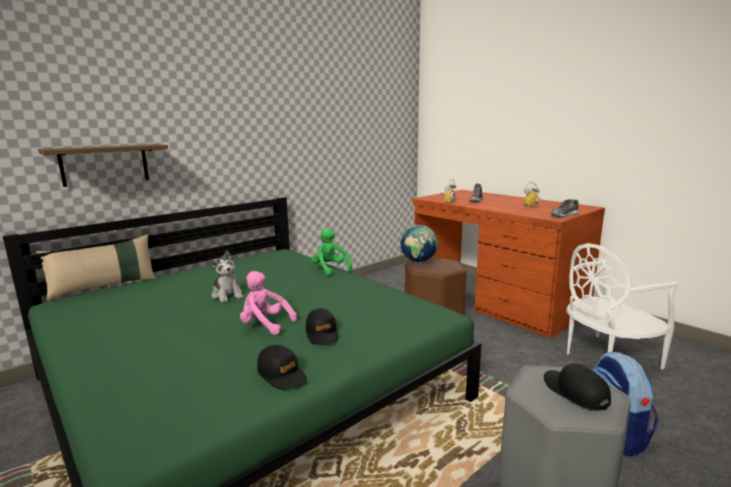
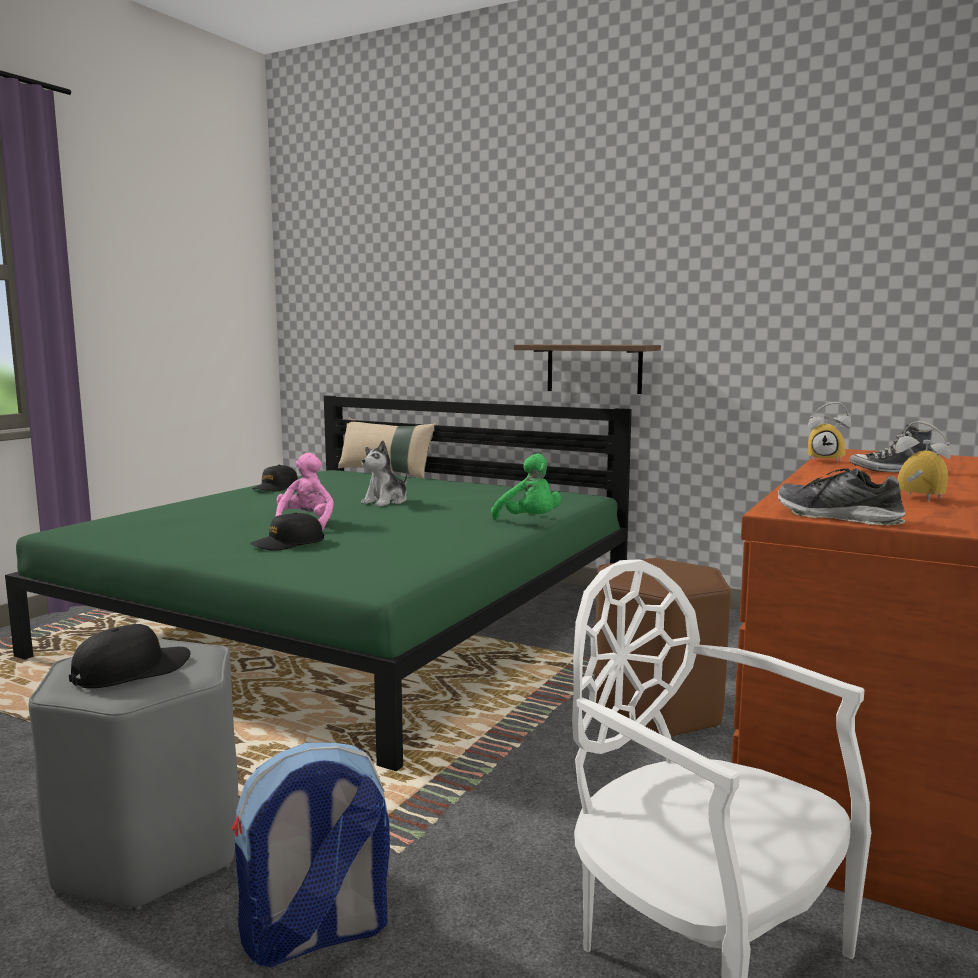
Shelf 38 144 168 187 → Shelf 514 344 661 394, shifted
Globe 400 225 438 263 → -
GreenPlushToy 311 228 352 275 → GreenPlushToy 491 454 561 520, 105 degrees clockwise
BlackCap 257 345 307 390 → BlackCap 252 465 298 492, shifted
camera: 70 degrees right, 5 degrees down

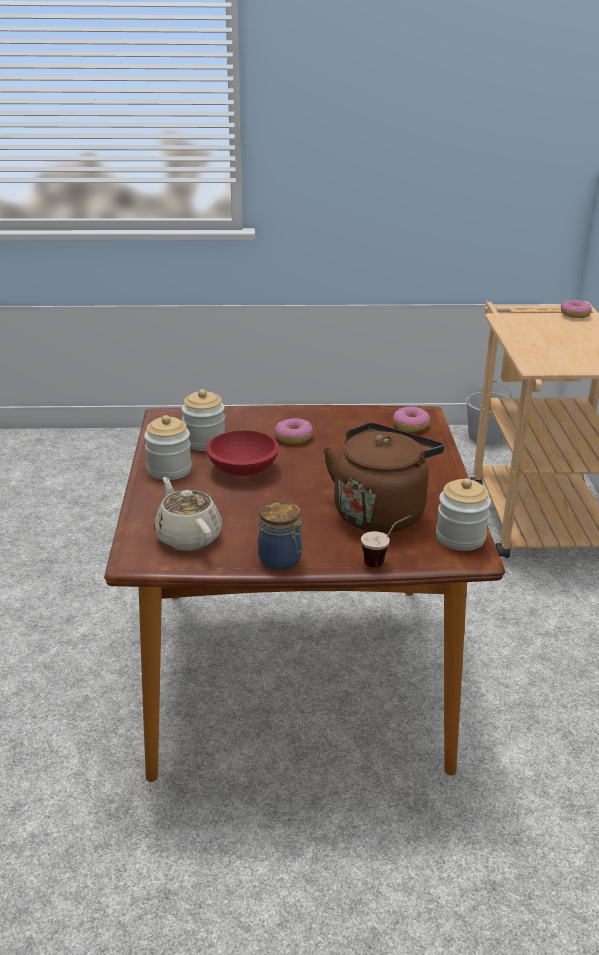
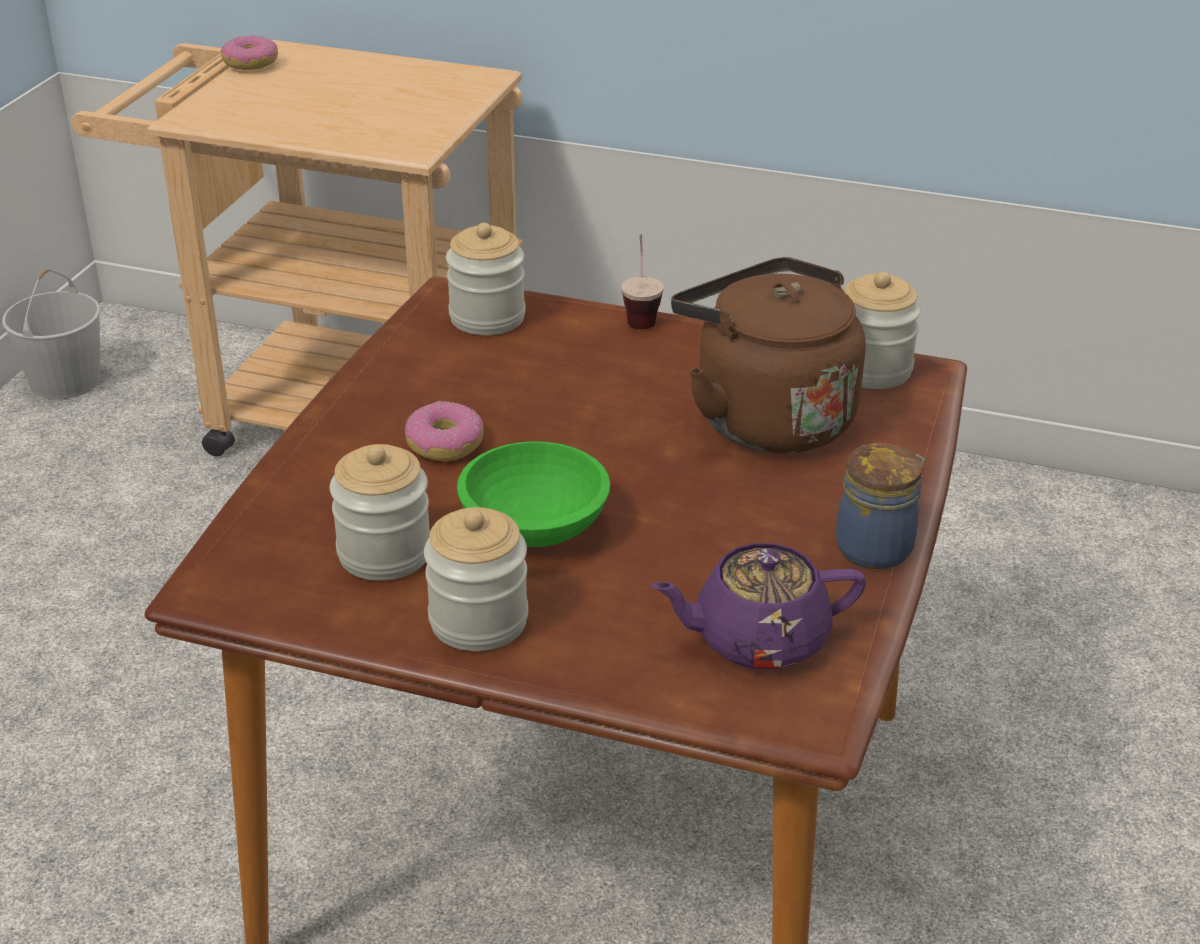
Donut 393 406 430 432 → Jar 446 223 525 335
RedBowl 206 430 279 476 → GreenBowl 457 441 610 547
BeigeTeapot 154 477 222 551 → PurpleTeapot 651 543 866 670
Cup 361 515 411 568 → Cup 621 234 664 329, shifted
camera: 70 degrees left, 5 degrees up

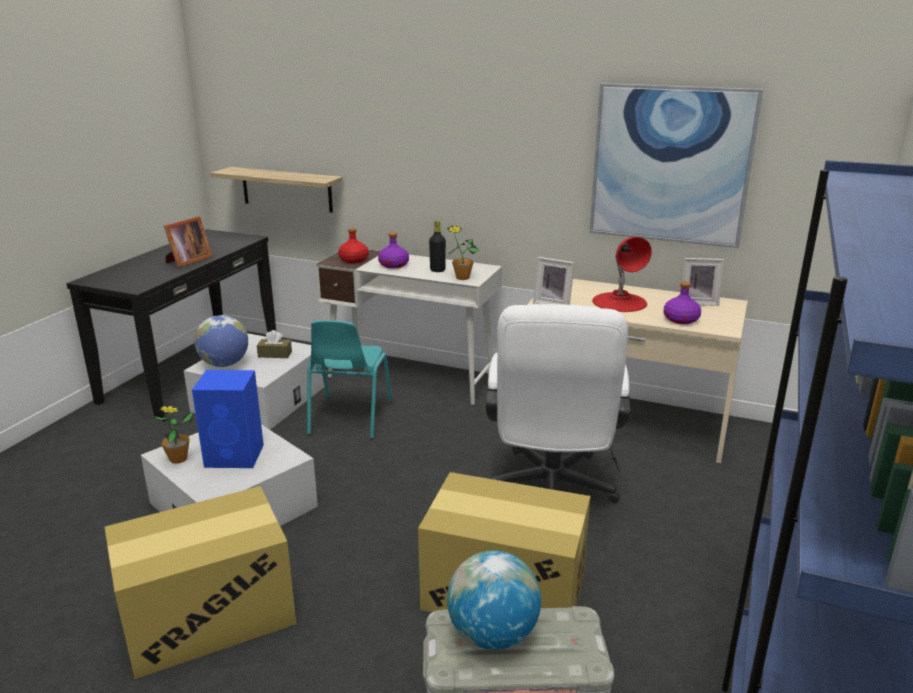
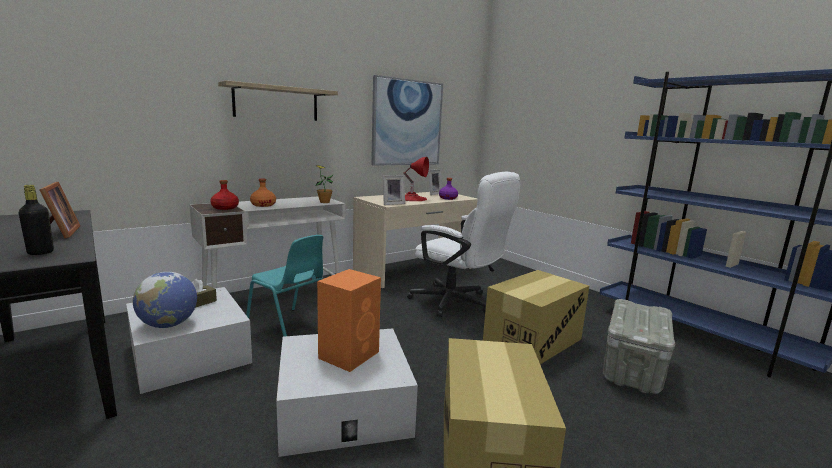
Shelf 211 167 343 213 → Shelf 218 80 338 121, shifted
BlackBottle 429 221 446 272 → BlackBottle 19 185 54 255, shifted
PurpleBottle 378 232 409 269 → OrangeBottle 250 179 276 207
BlueSpeaker 192 370 264 468 → OrangeSpeaker 317 269 381 372
PottedPlant 154 405 193 464 → -
Globe 447 550 541 650 → -
camera: 60 degrees left, 10 degrees down

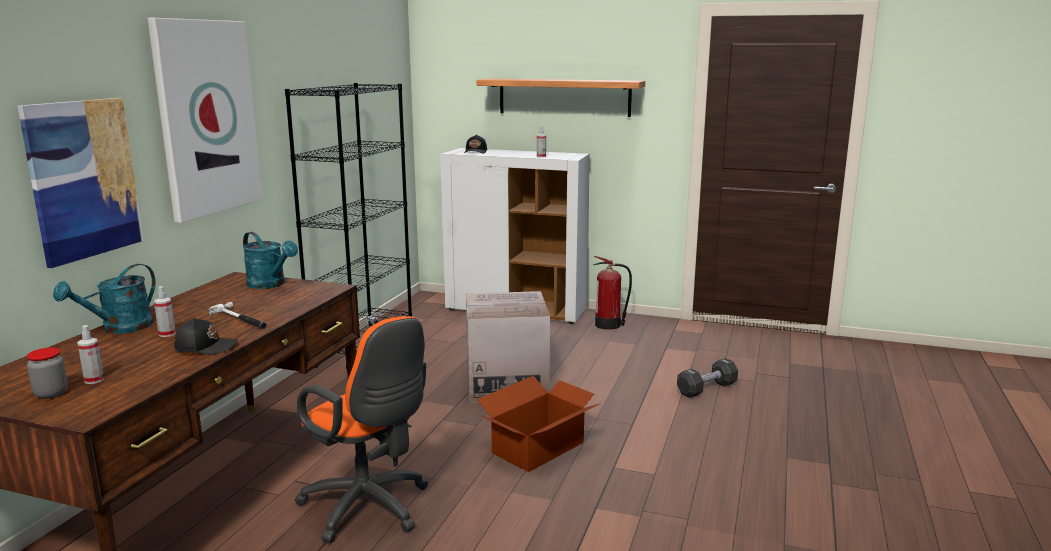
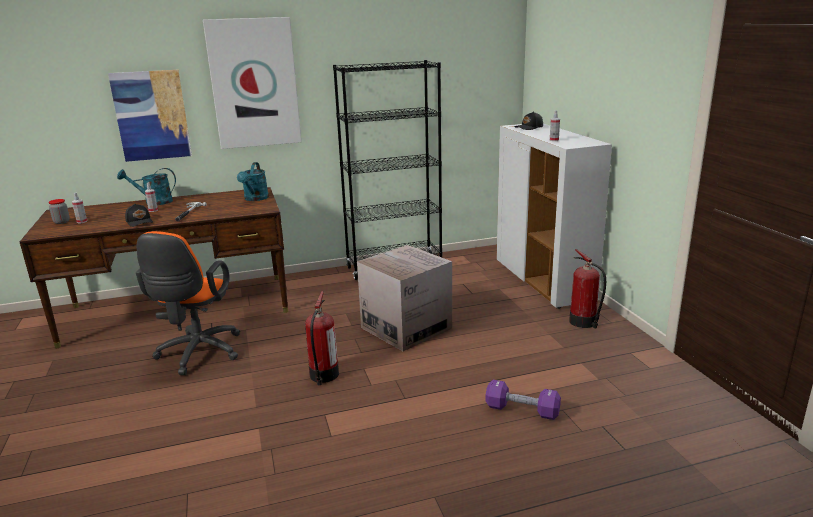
Shelf 477 78 645 117 → -
BlackDumbbell 677 358 738 398 → PurpleDumbbell 485 380 561 420
CardboardBox 477 376 601 472 → FireExtinguisher 305 291 339 385
camera: 55 degrees right, 5 degrees up

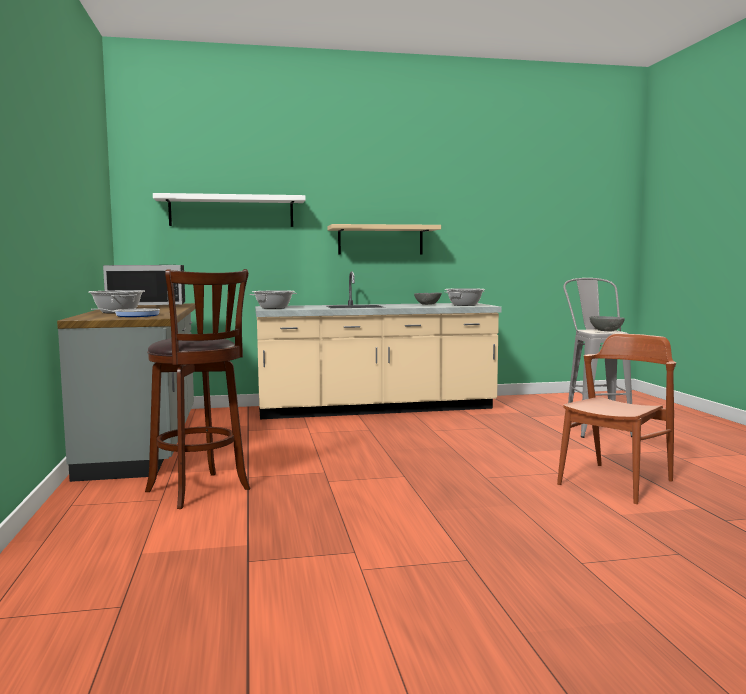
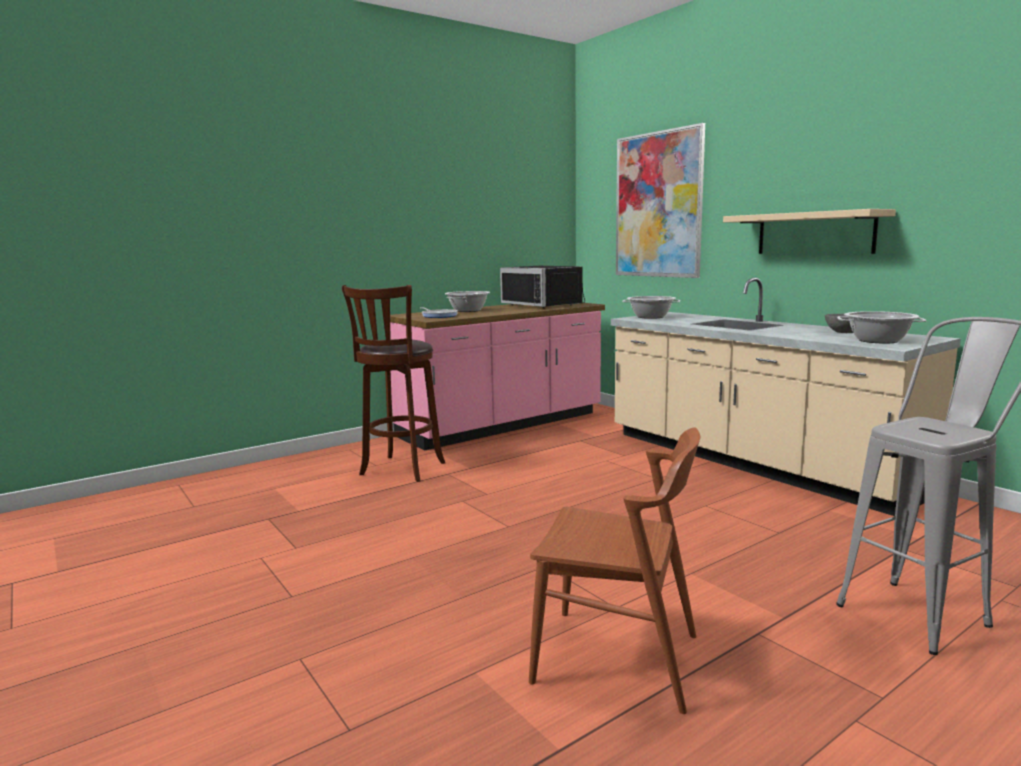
WhiteShelf 153 193 306 227 → Picture 616 123 705 278
GreyCounter 57 303 195 482 → PinkCounter 390 303 605 451
GreyBowl 590 316 625 332 → -
camera: 65 degrees right, 5 degrees up

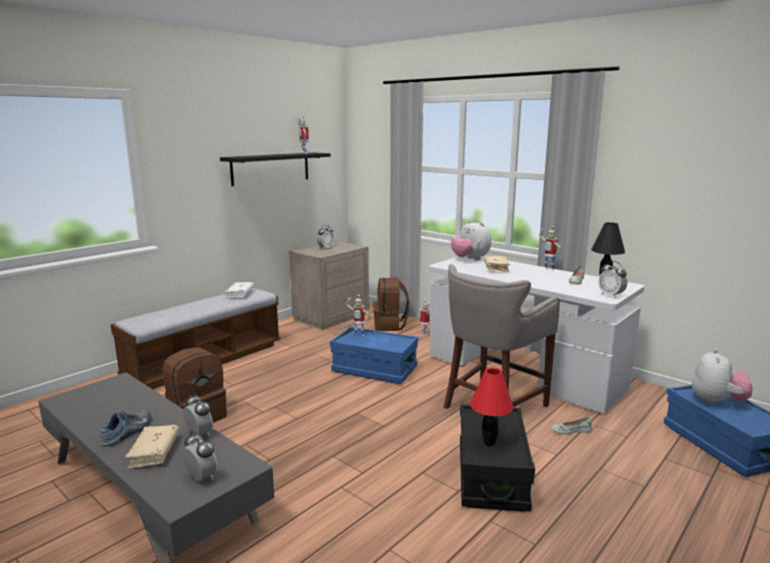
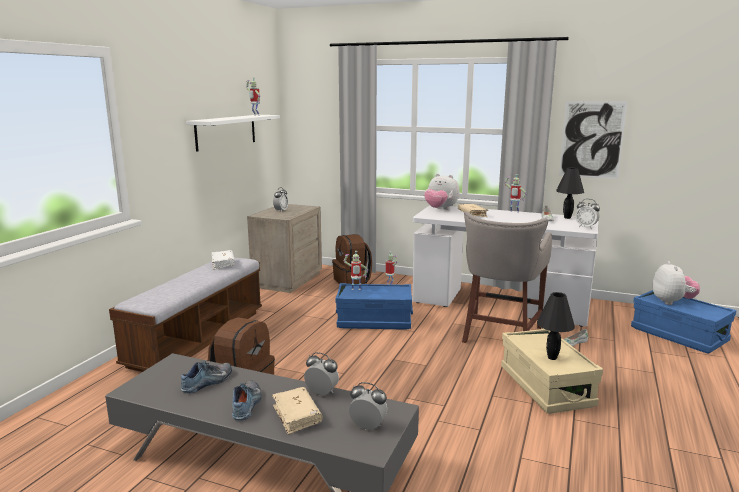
BlackShelf 220 153 331 186 → WhiteShelf 186 115 280 152
RedTableLamp 470 368 513 446 → BlackTableLamp 537 292 575 360
BlackStorageBox 460 405 535 512 → BeigeStorageBox 501 329 603 414
- → Picture 559 101 627 179
- → Shoe 181 361 232 393
camera: 20 degrees left, 0 degrees up

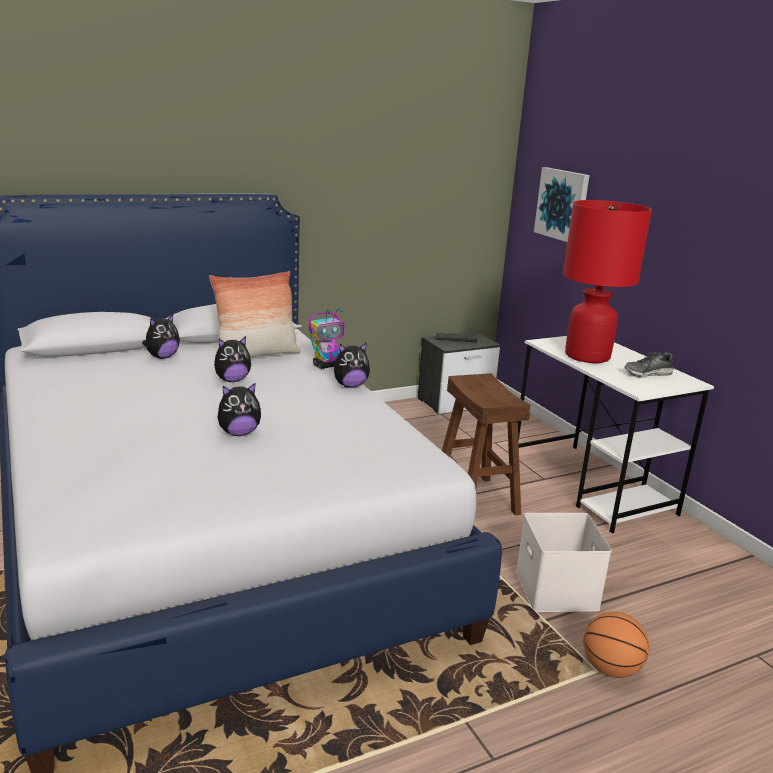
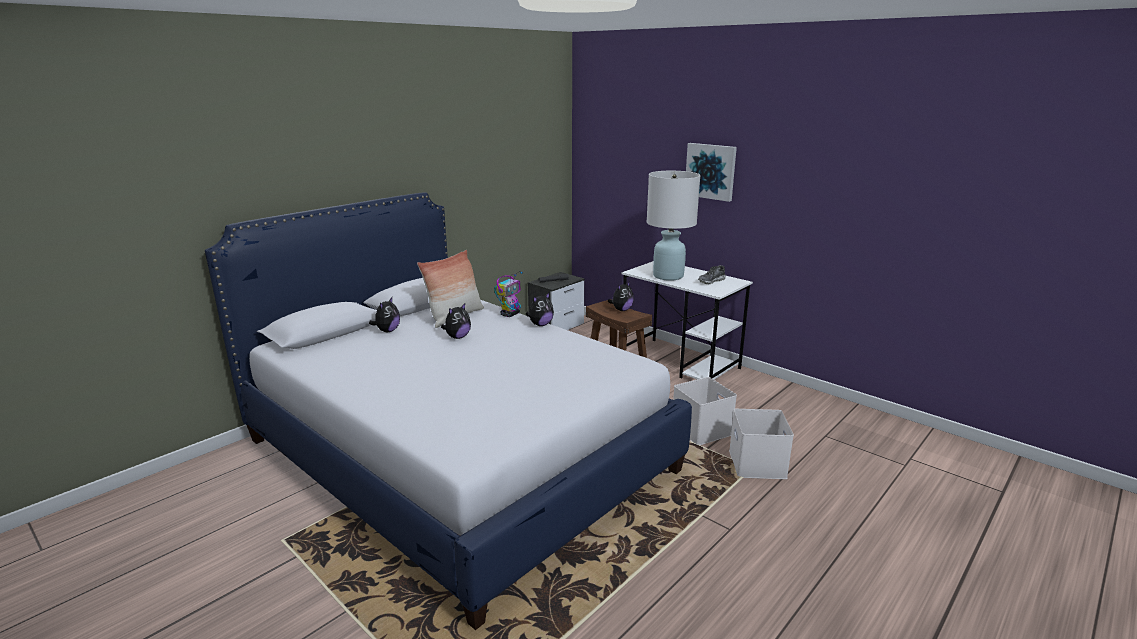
Picture 534 167 590 242 → Picture 686 143 737 202, shifted
RedTableLamp 563 200 652 363 → WhiteTableLamp 647 171 700 281
PlushToy 218 383 261 436 → PlushToy 608 281 634 311, shifted
Basketball 583 612 650 678 → WhiteStorageBox 729 409 794 479
camera: 20 degrees left, 0 degrees up

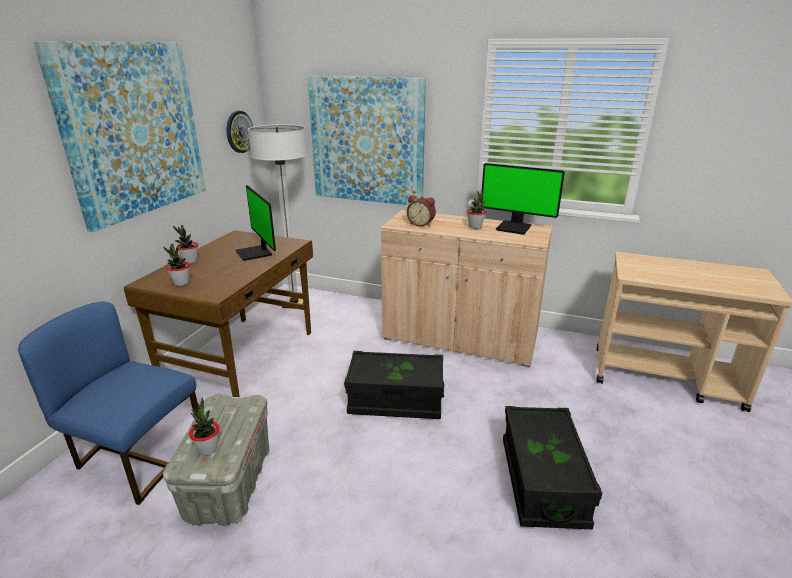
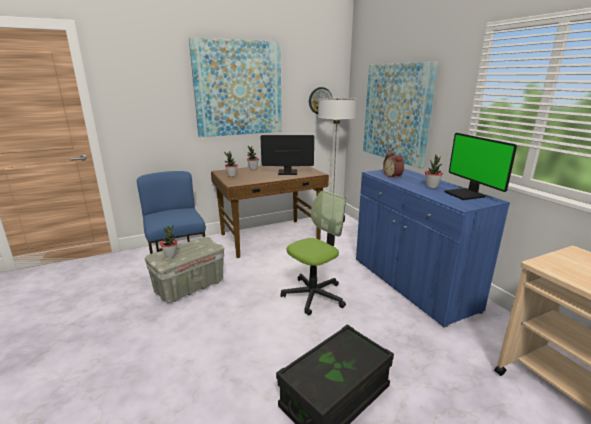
Monitor 235 185 276 261 → Monitor 260 135 314 175, 75 degrees clockwise
BeigeCabinet 381 210 553 367 → BlueCabinet 356 169 510 328
BlackStorageBox 344 351 444 419 → OfficeChair 280 190 346 316
camera: 45 degrees right, 5 degrees down

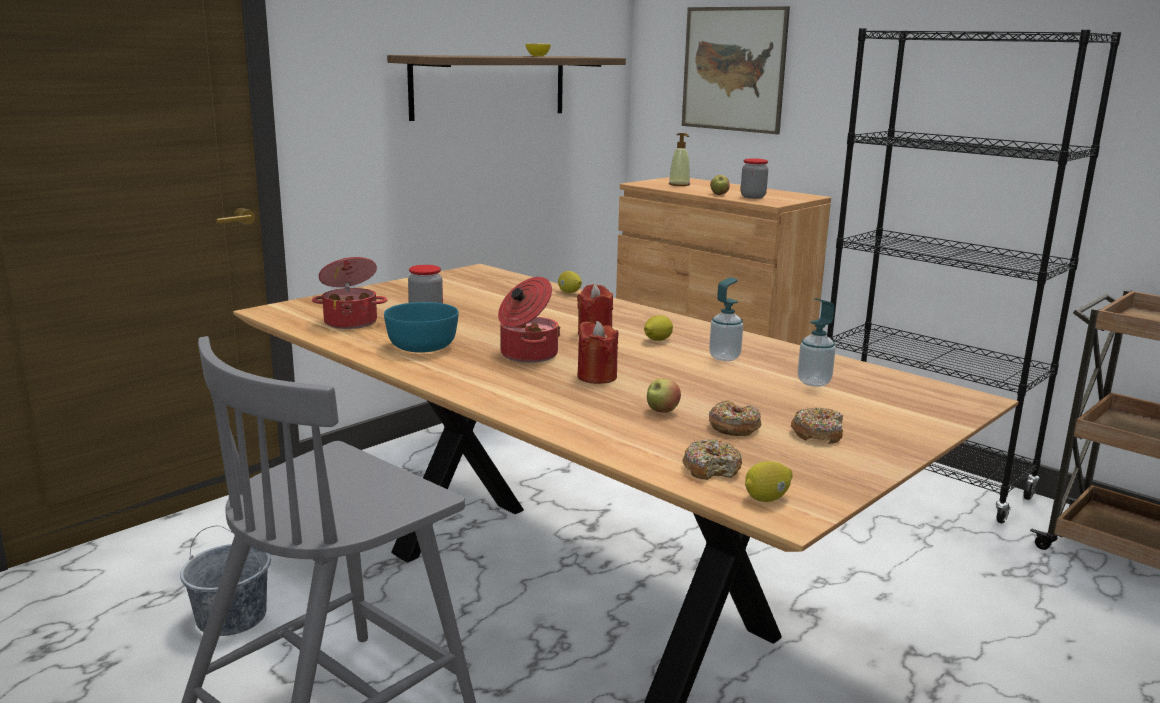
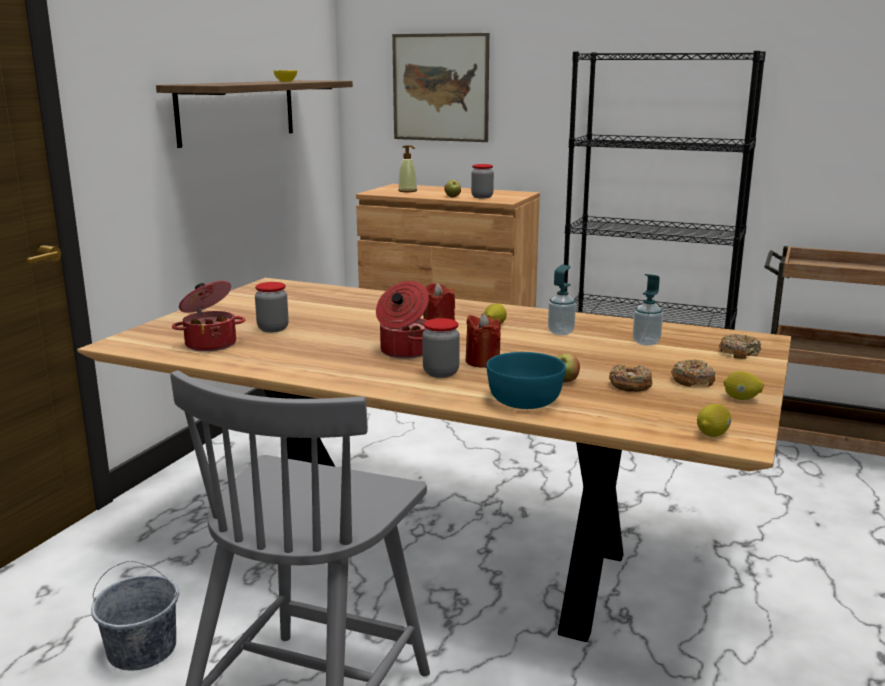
Lemon 558 271 582 293 → Lemon 723 371 764 400, shifted
TurquoiseBowl 384 302 459 353 → TurquoiseBowl 487 352 566 409, shifted
Donut 682 439 742 480 → Donut 719 334 761 359, shifted
- → Jar 422 318 460 378
camera: 20 degrees left, 0 degrees up

